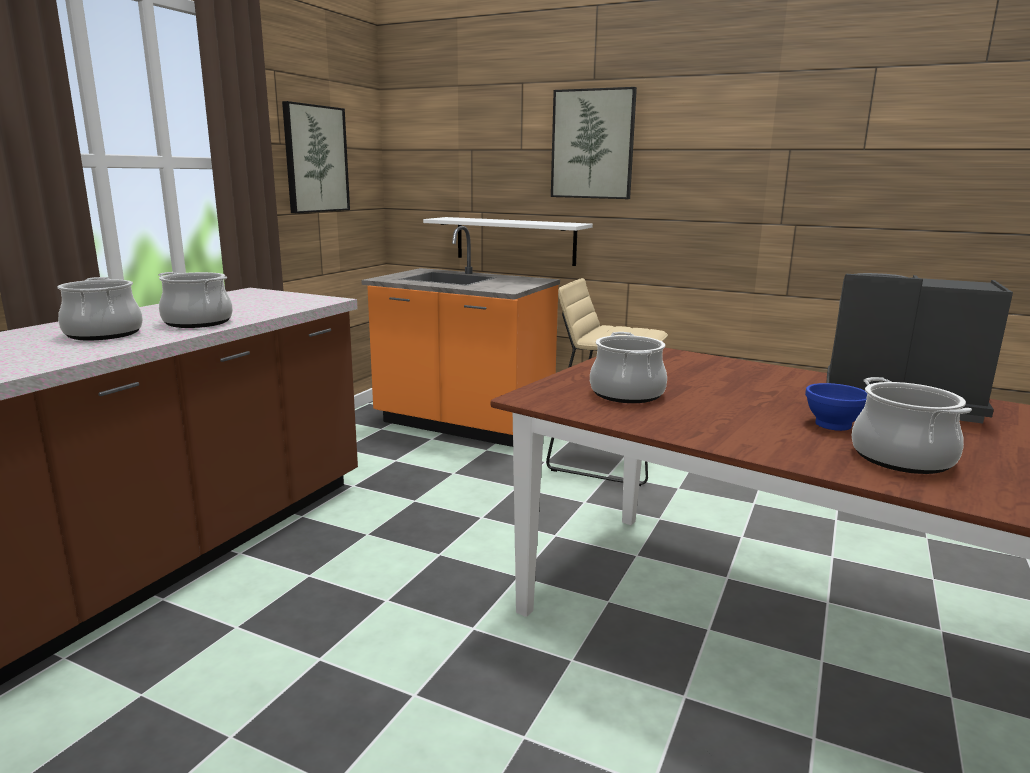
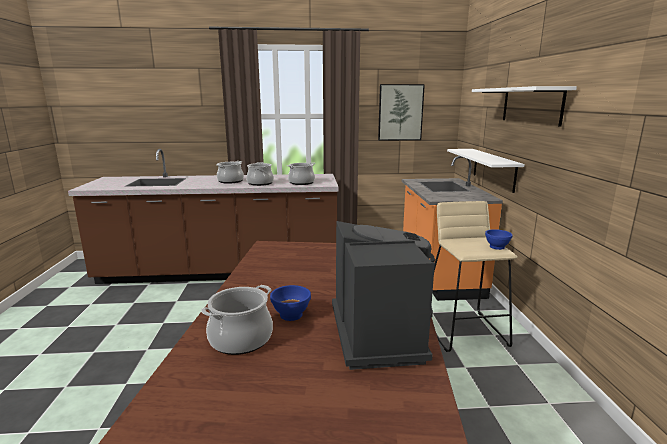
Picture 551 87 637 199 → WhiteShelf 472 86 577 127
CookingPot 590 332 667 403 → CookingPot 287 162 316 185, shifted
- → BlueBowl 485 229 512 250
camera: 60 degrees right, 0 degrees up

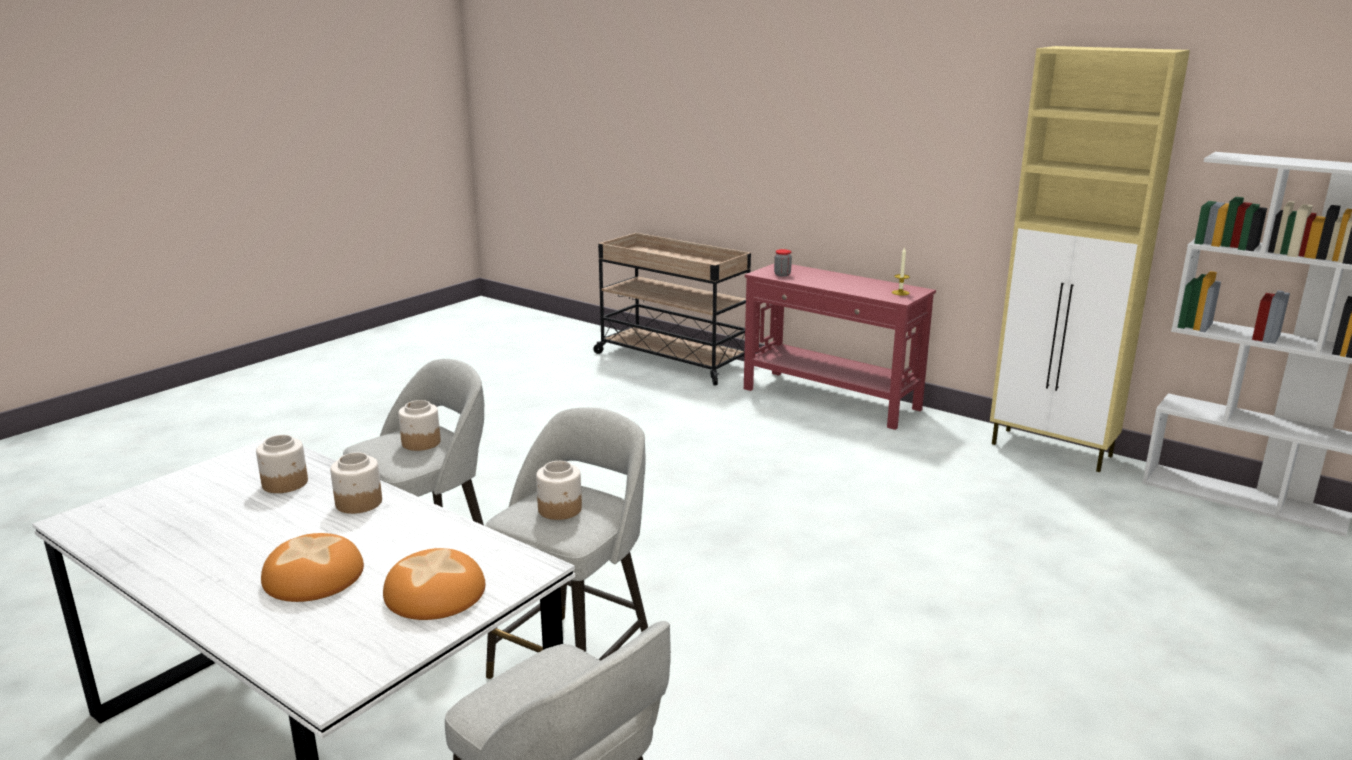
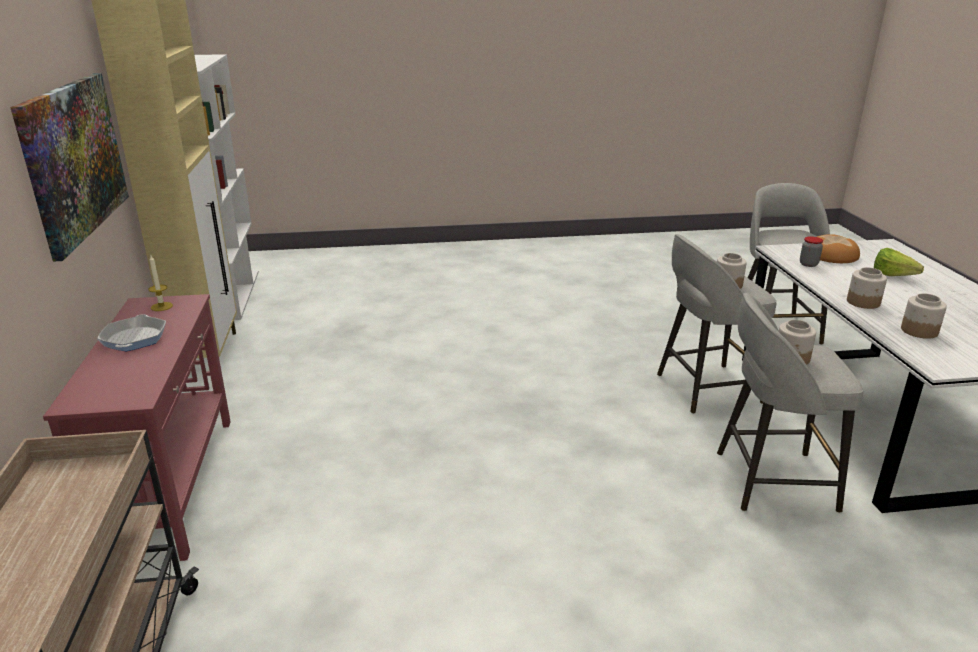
Jar 774 249 792 277 → Jar 800 236 823 267, shifted
Bread 261 533 364 602 → Lettuce 874 248 924 276
- → Picture 10 73 129 262
- → FryingPan 97 314 166 351
camera: 135 degrees left, 5 degrees up

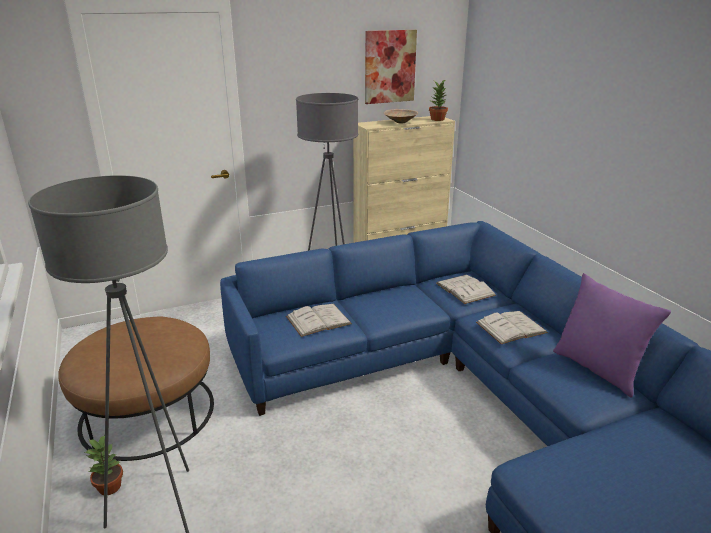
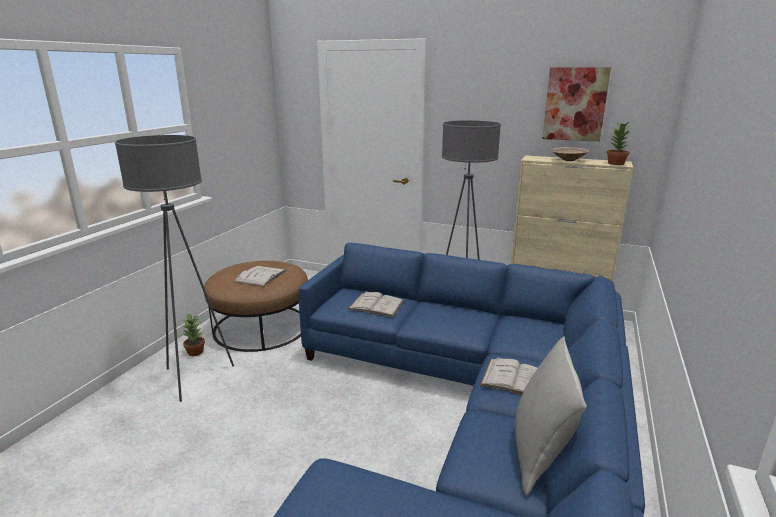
PurplePillow 553 273 671 398 → GreyPillow 515 337 587 496
WhiteBook 436 275 496 304 → WhiteBook 234 266 286 287, shifted
camera: 45 degrees right, 5 degrees down

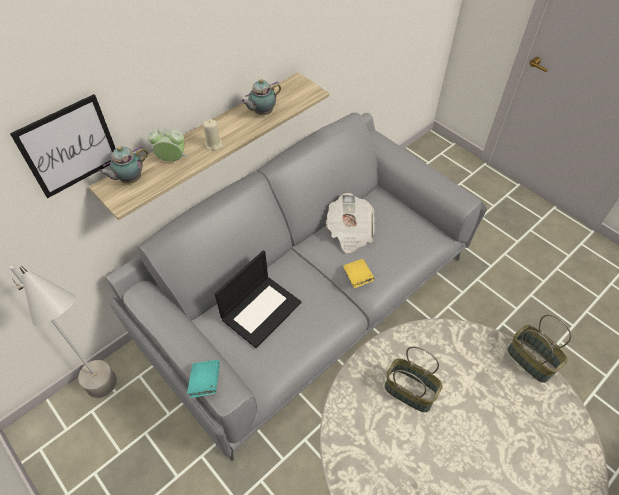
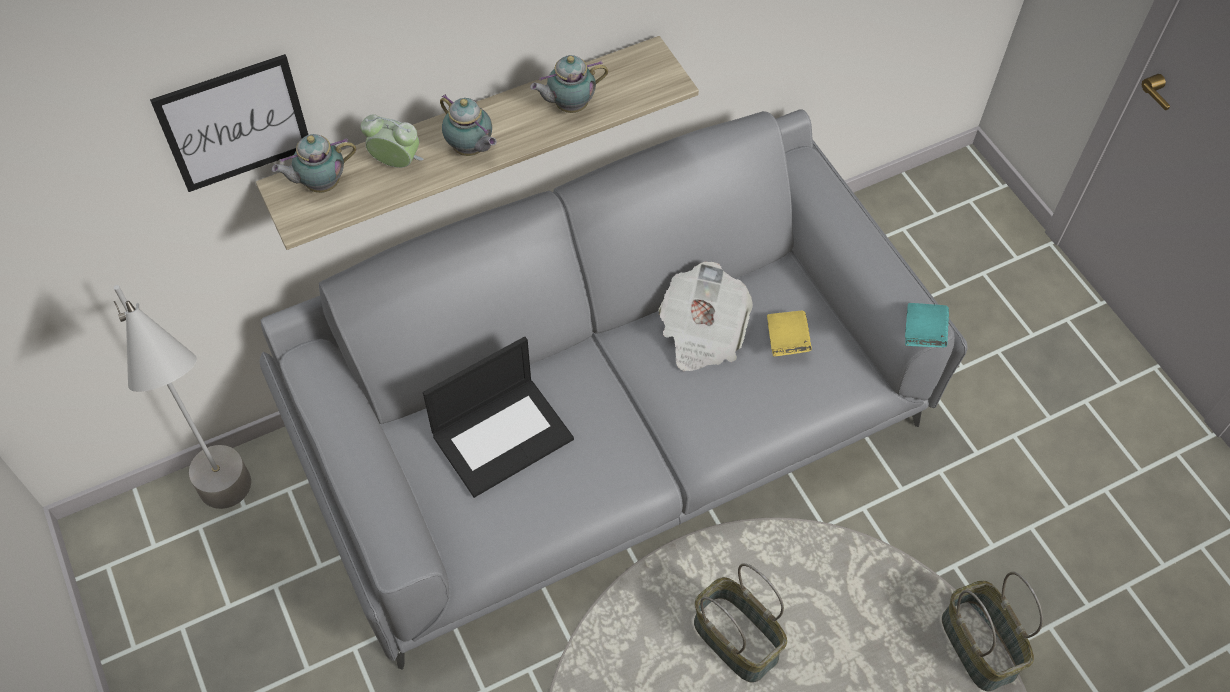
BeigeCandle 203 119 223 151 → Teapot 440 94 497 156
YellowBook 343 259 375 288 → YellowBook 767 311 812 356, shifted
TurquoiseBook 187 360 220 398 → TurquoiseBook 905 303 949 347, shifted
camera: 15 degrees right, 5 degrees up

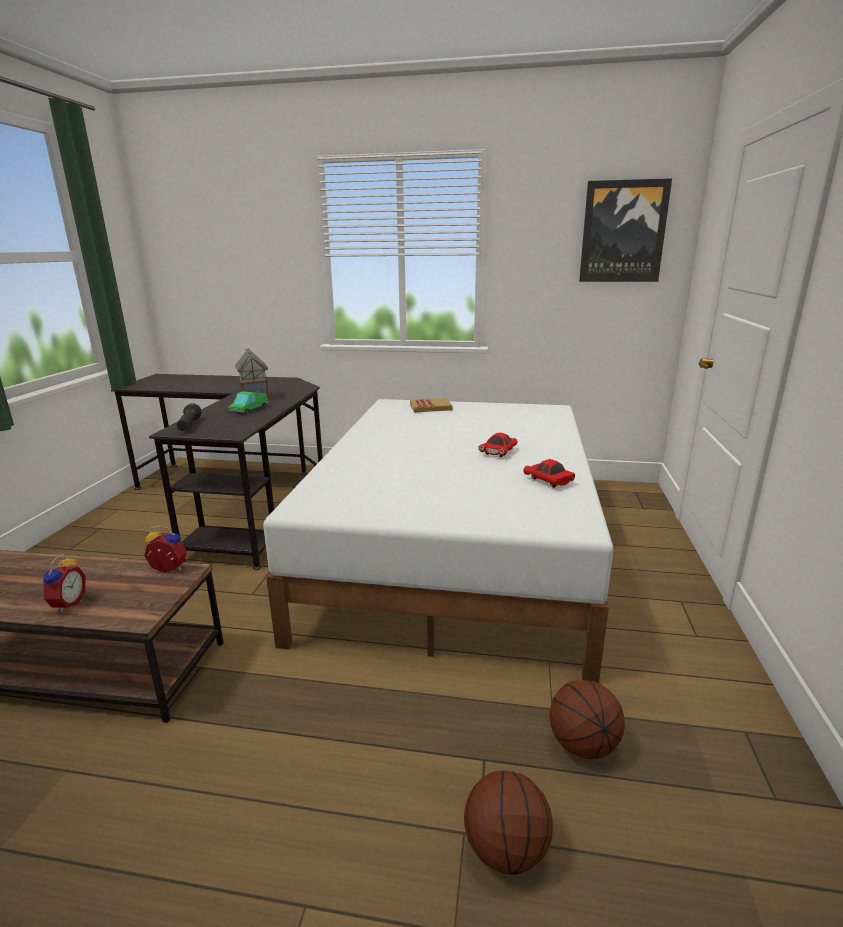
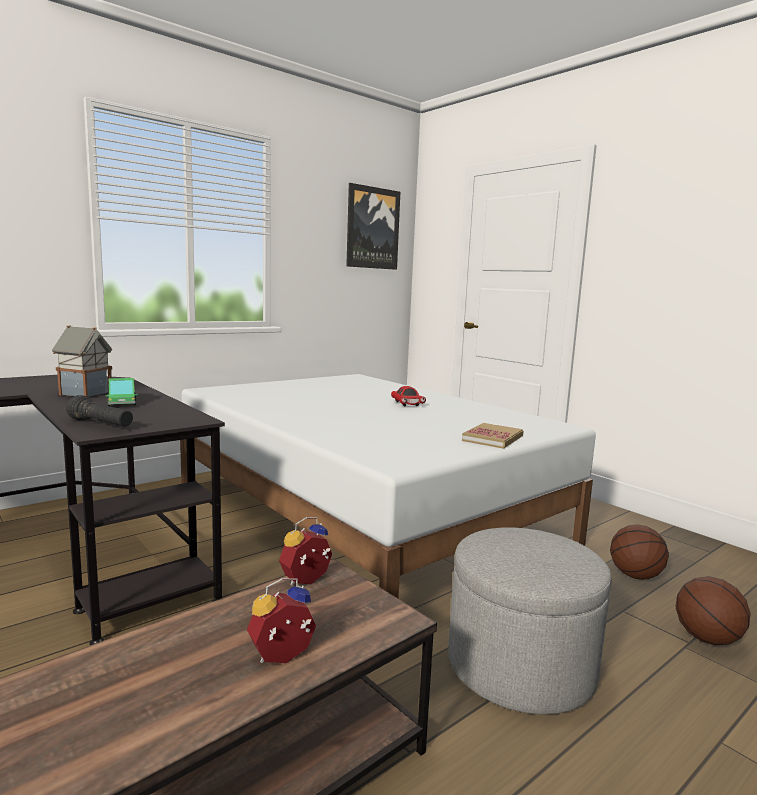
Book 410 398 452 413 → Book 462 423 524 449, shifted
RedToyCar 524 459 575 488 → -
AlarmClock 40 554 86 612 → AlarmClock 247 578 316 663, 75 degrees counterclockwise
- → GreyOttoman 448 527 612 714
camera: 50 degrees left, 10 degrees down

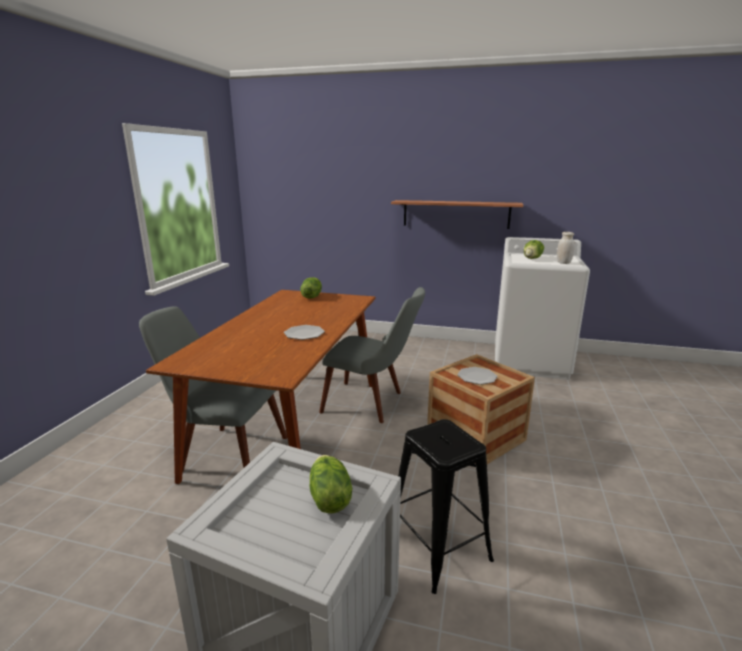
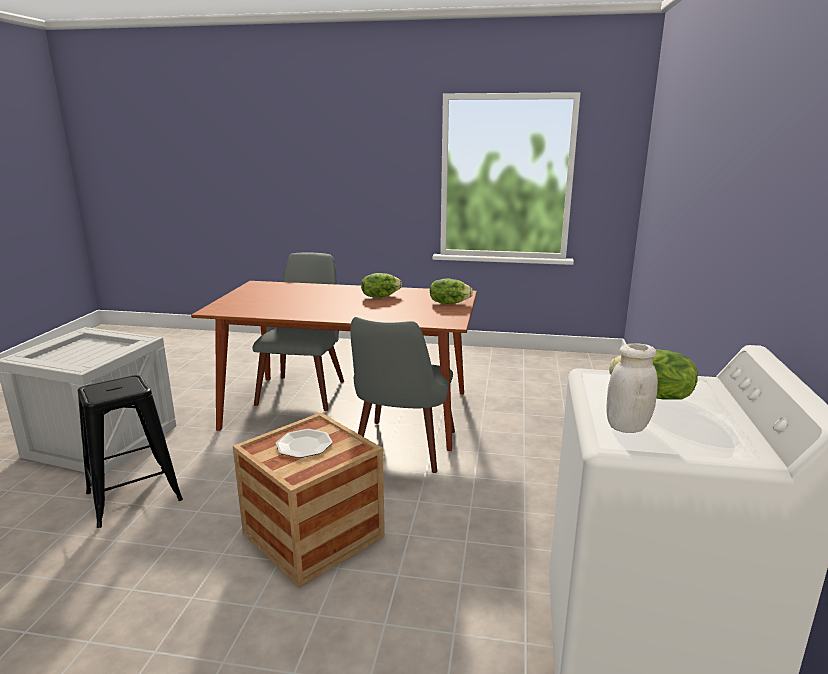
Shelf 391 200 523 229 → -
Plate 284 325 325 340 → -
Lettuce 310 455 352 513 → Lettuce 361 273 402 298, shifted
camera: 85 degrees right, 0 degrees up

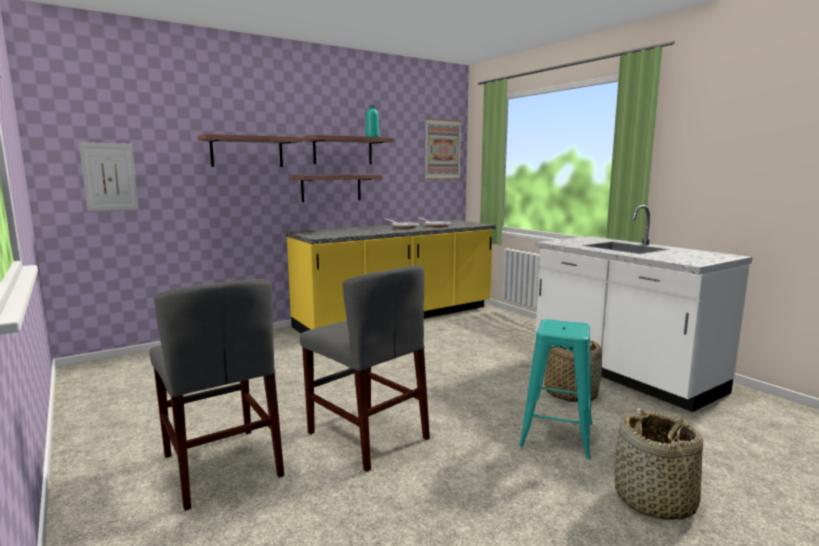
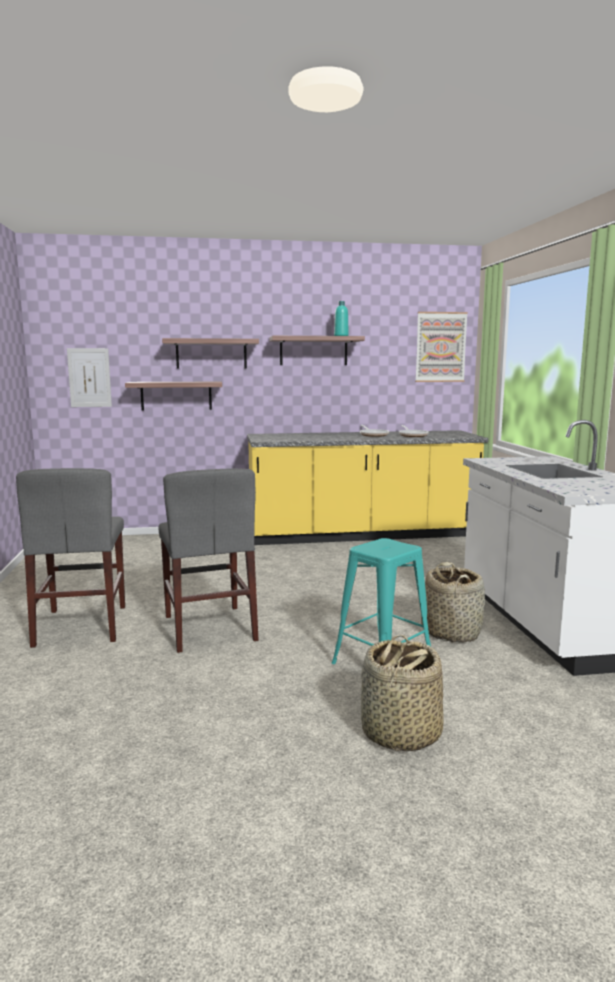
Shelf 291 175 383 202 → Shelf 125 382 222 410, shifted
camera: 25 degrees right, 0 degrees up

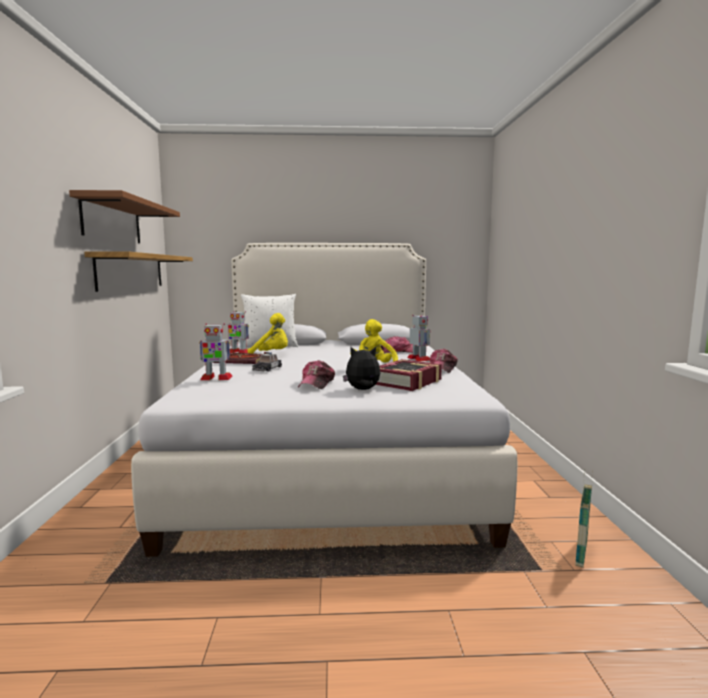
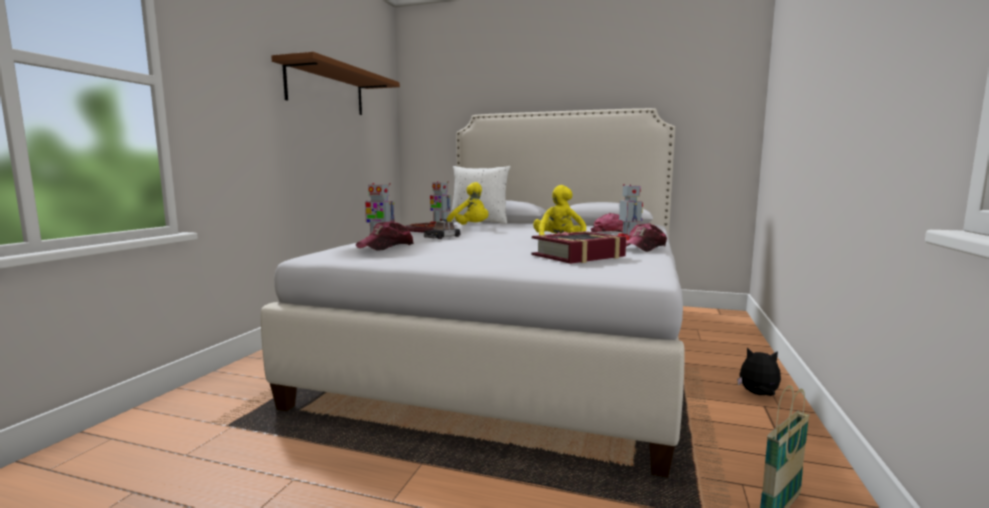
Shelf 84 251 193 292 → -
PlushToy 343 346 380 390 → PlushToy 737 348 781 396, shifted
Cap 298 360 335 389 → Cap 356 221 414 251, shifted
camera: 20 degrees right, 0 degrees up

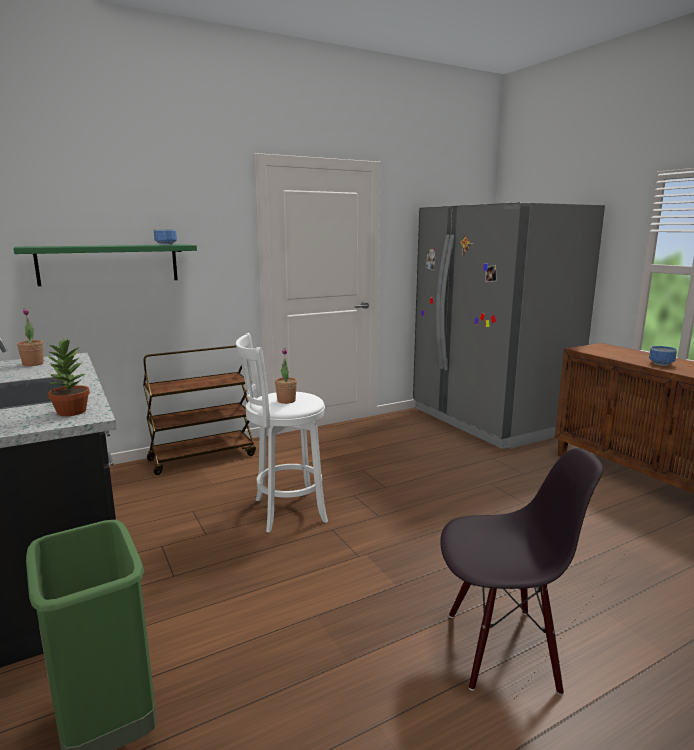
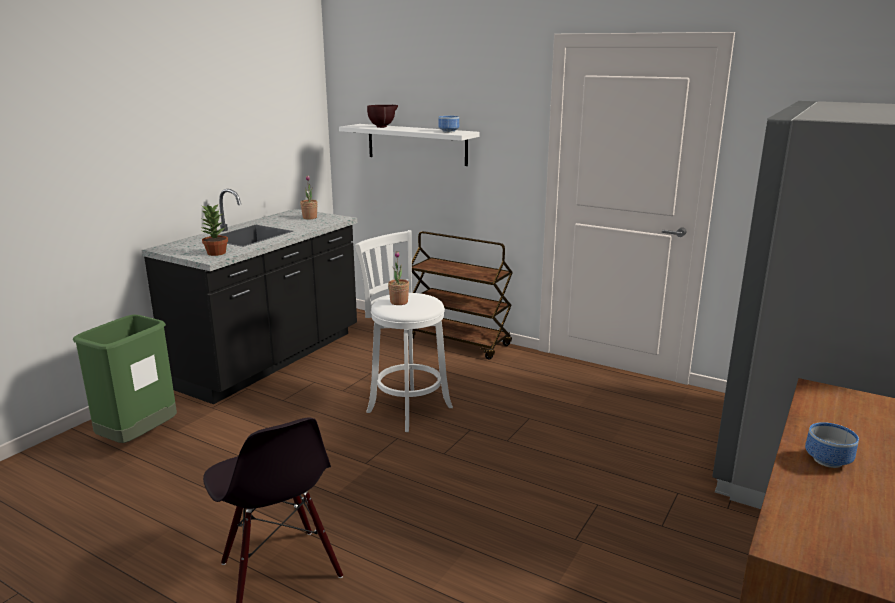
GreenShelf 13 244 197 286 → WhiteShelf 339 124 480 166
- → BrownBowl 367 105 398 128
camera: 60 degrees right, 5 degrees up

